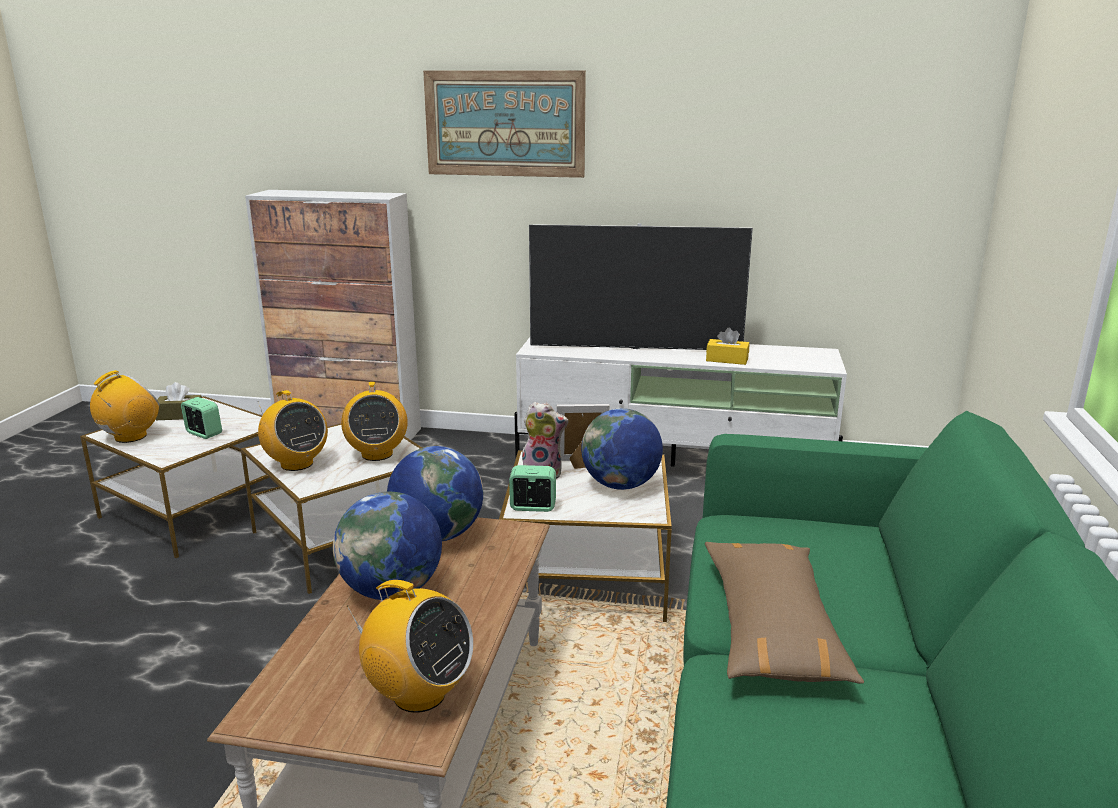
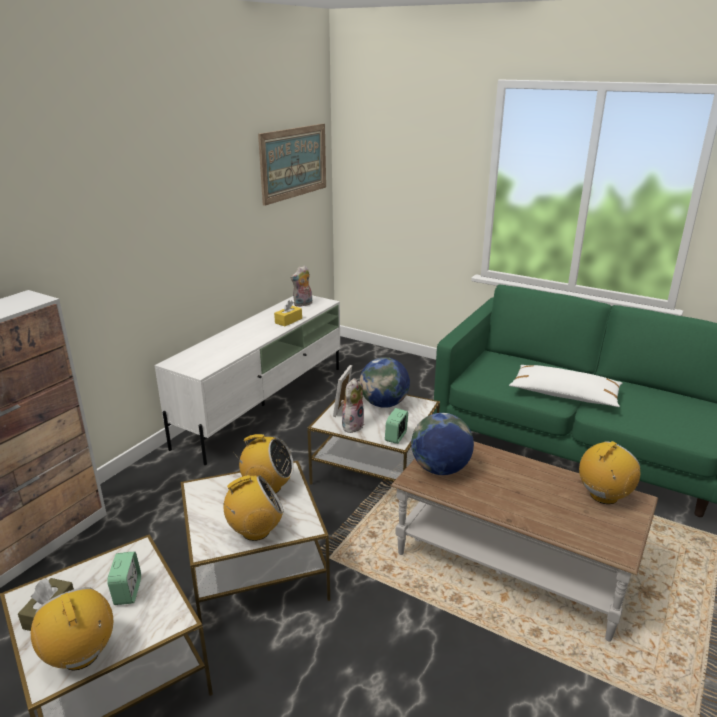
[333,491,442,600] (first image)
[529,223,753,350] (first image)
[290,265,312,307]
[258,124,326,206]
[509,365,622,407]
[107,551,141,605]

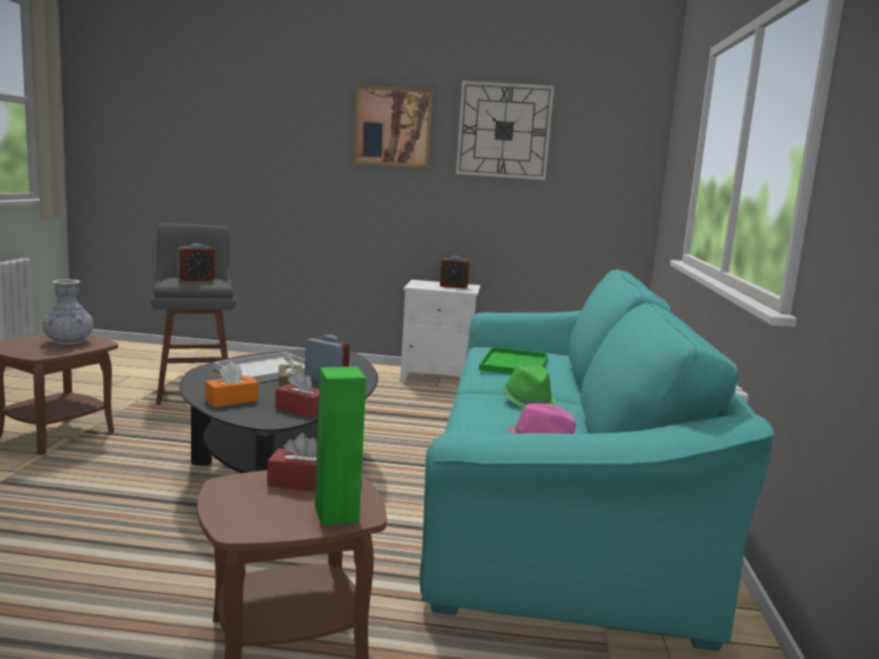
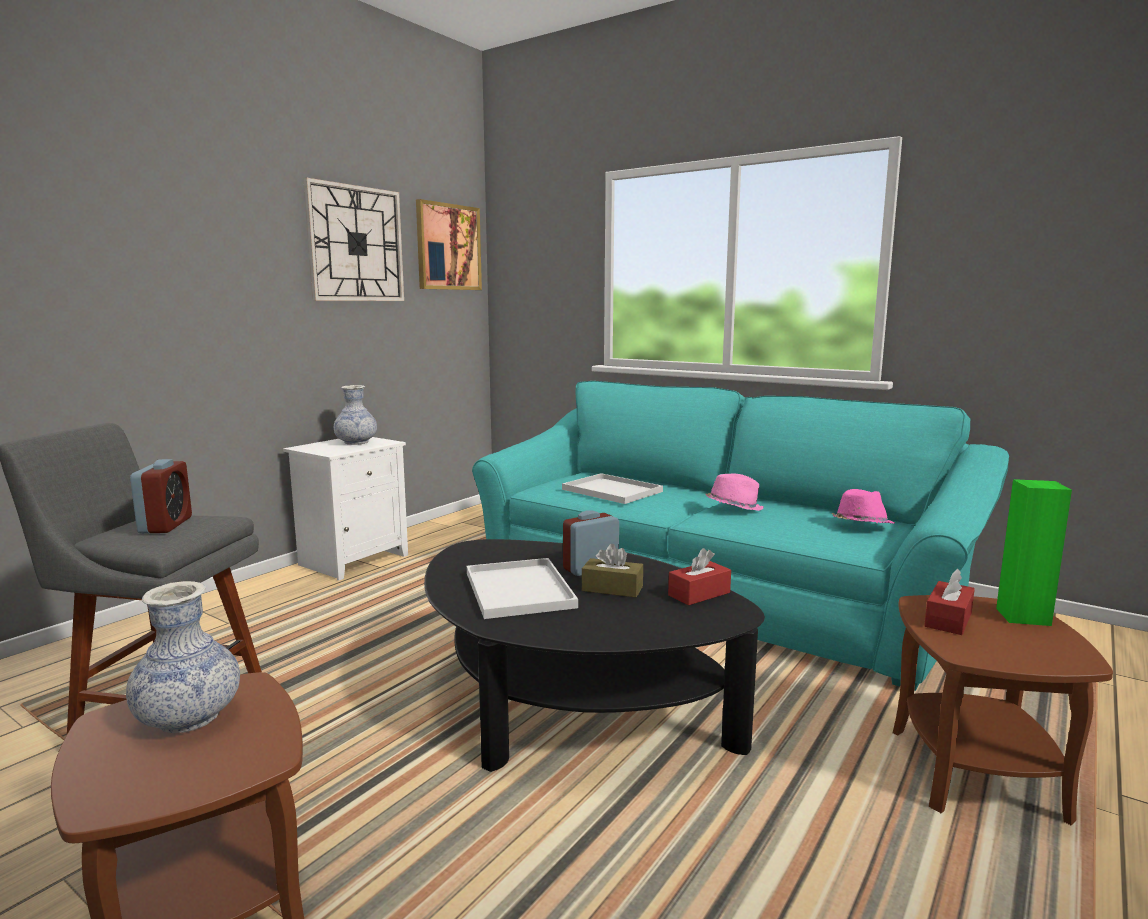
[205,362,259,407] (first image)
[416,199,482,290]
[334,385,377,445]
[562,473,663,504]
[706,473,764,511]

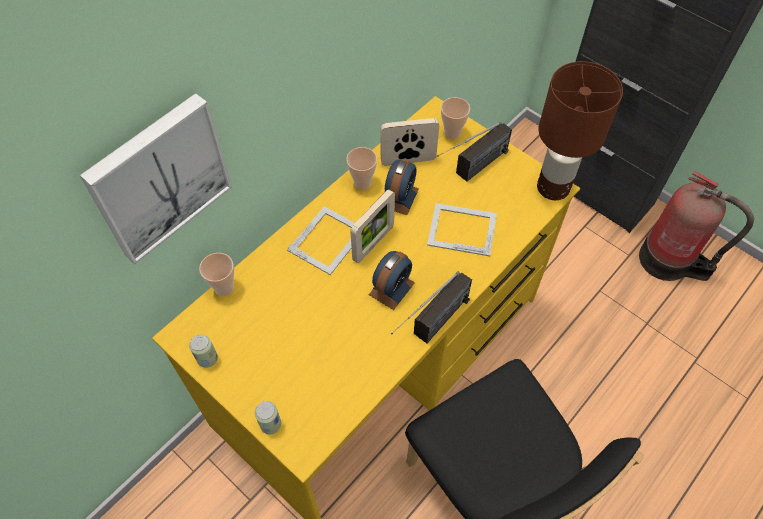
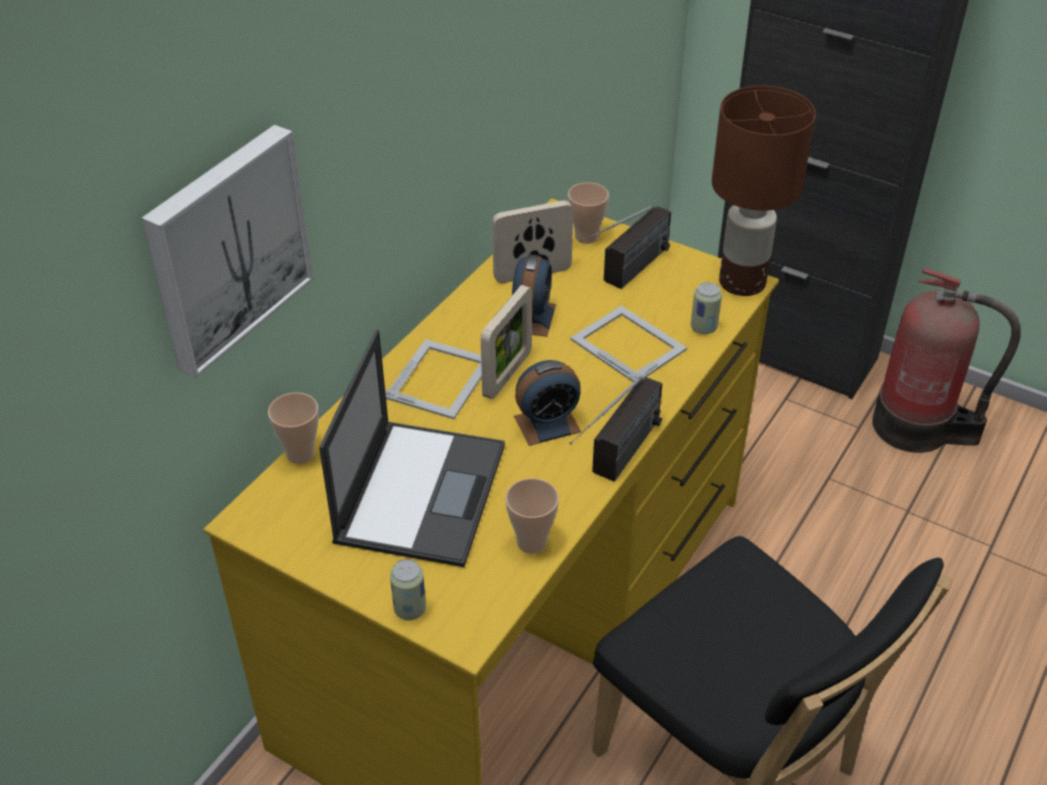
[319,329,505,567]
[691,282,722,334]
[505,478,559,553]
[514,360,581,446]
[570,305,687,382]

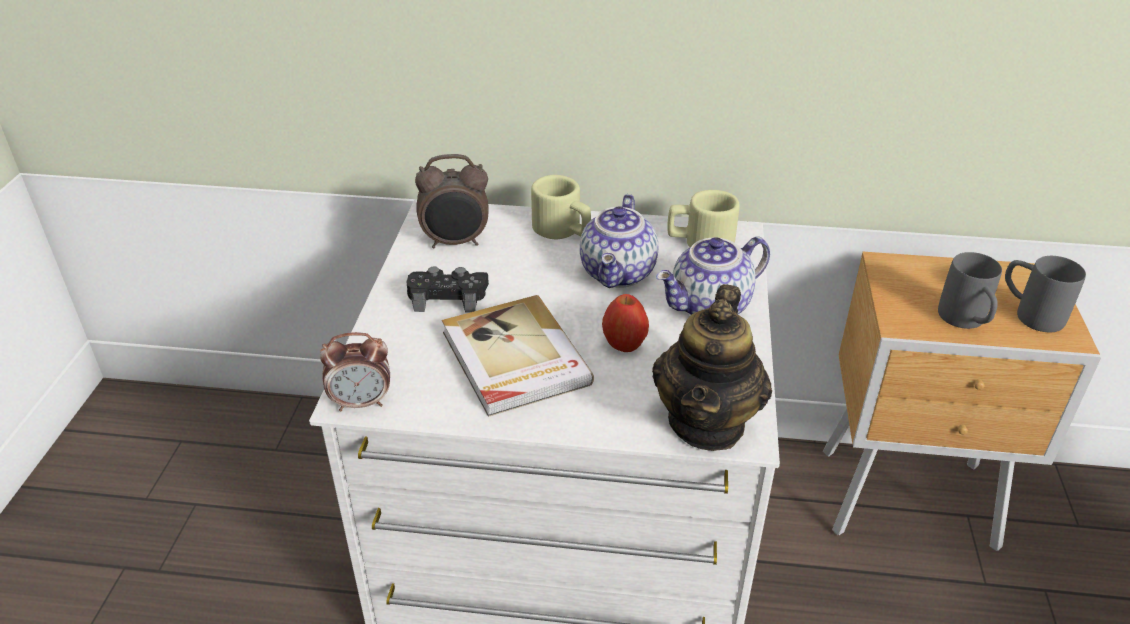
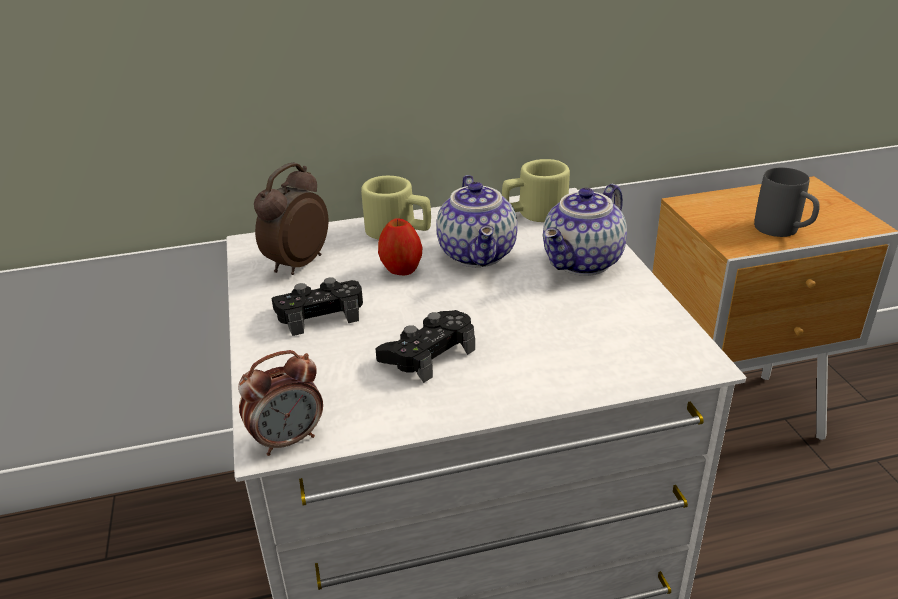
[652,284,772,451] (first image)
[1005,256,1086,332] (first image)
[378,218,422,276]
[375,310,475,383]
[254,163,328,275]

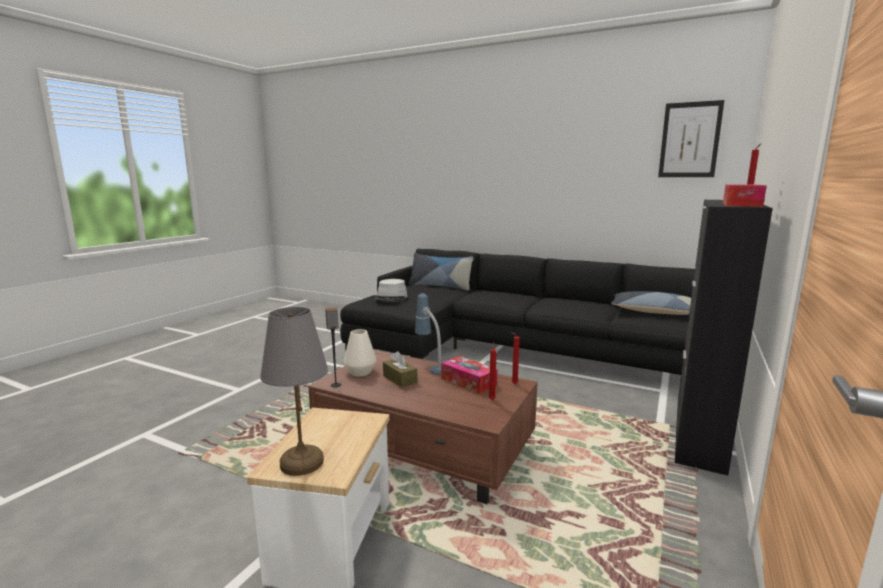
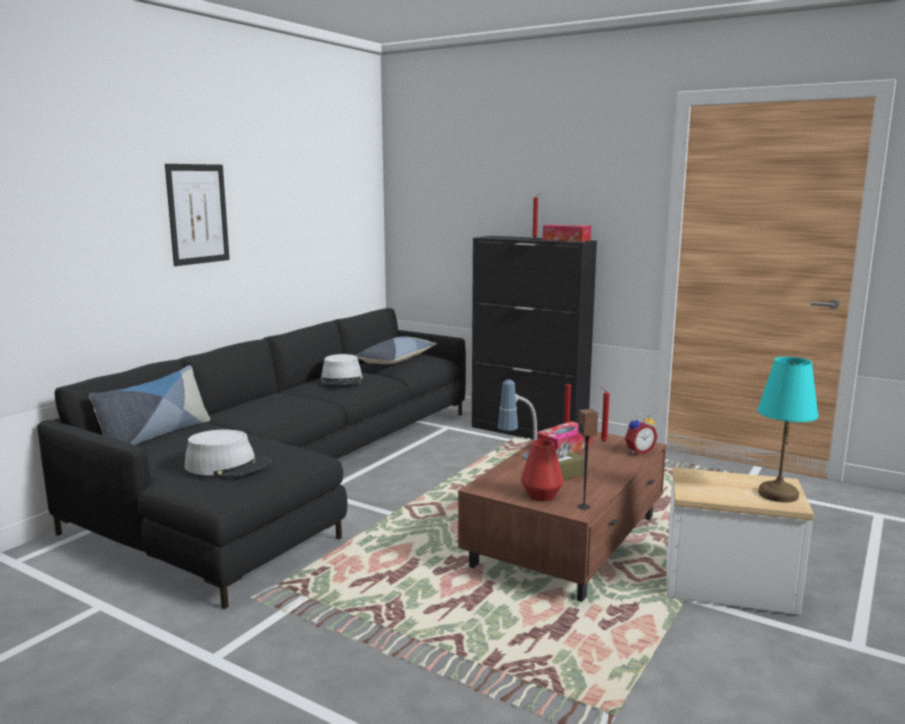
[321,354,363,385]
[625,412,657,454]
[165,164,230,266]
[757,357,818,503]
[521,439,564,501]

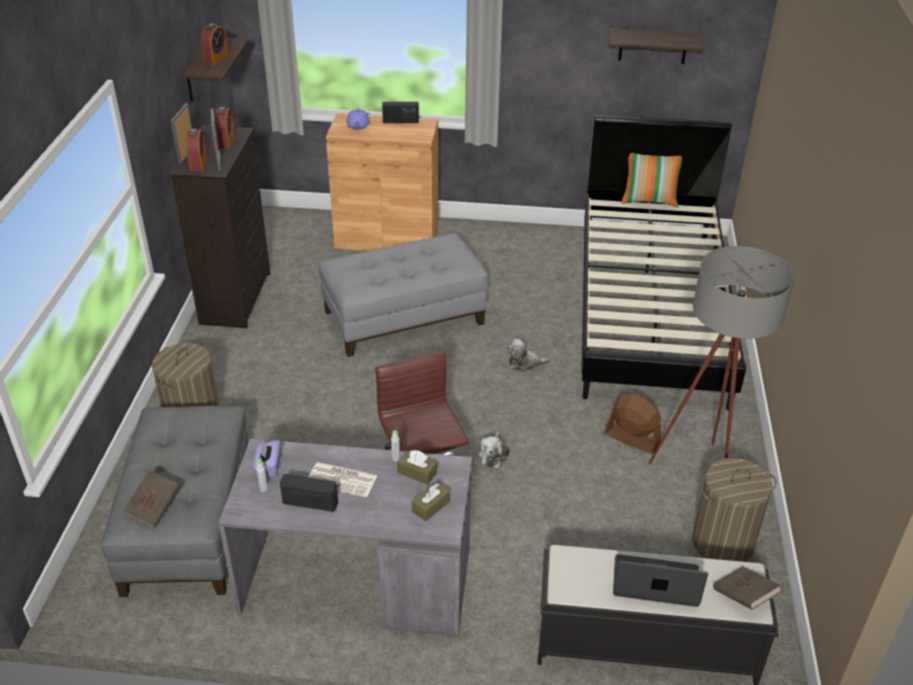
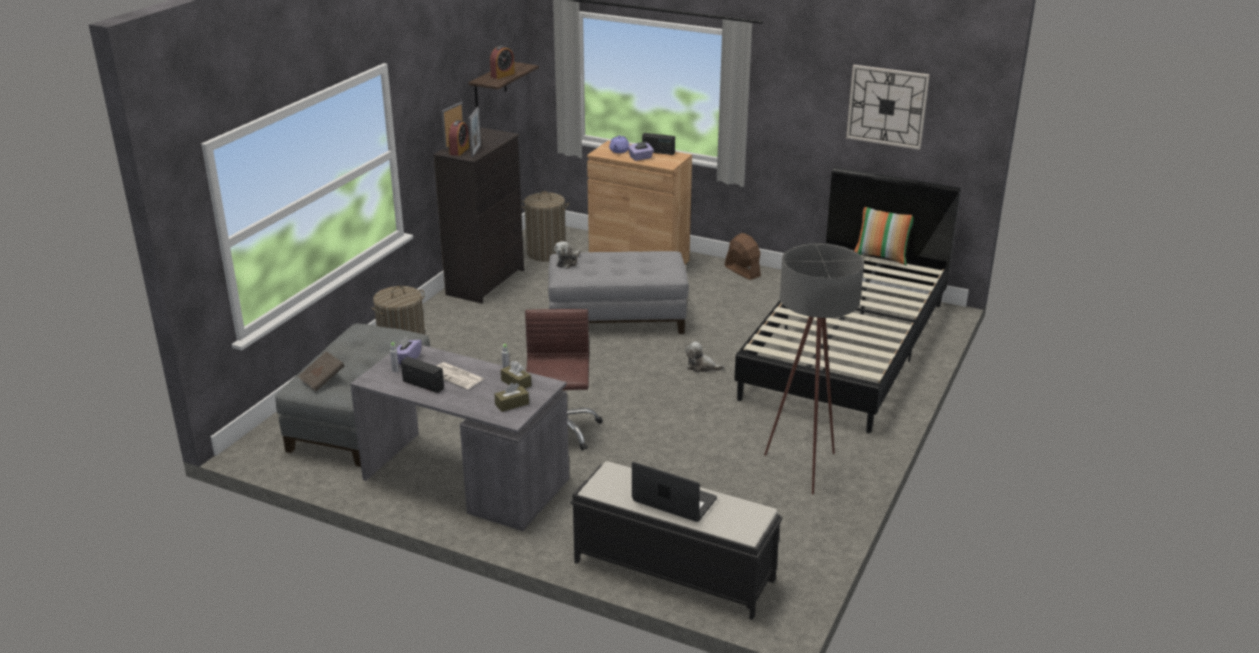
[214,107,235,148] (first image)
[713,566,781,610] (first image)
[628,142,654,161]
[554,241,580,269]
[725,233,761,280]
[521,191,569,262]
[846,65,930,150]

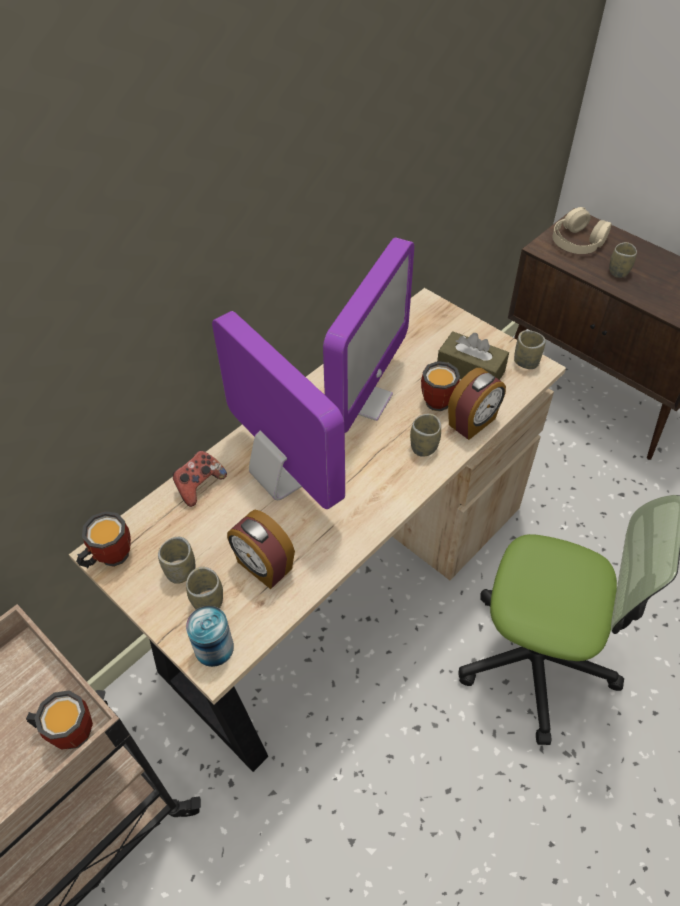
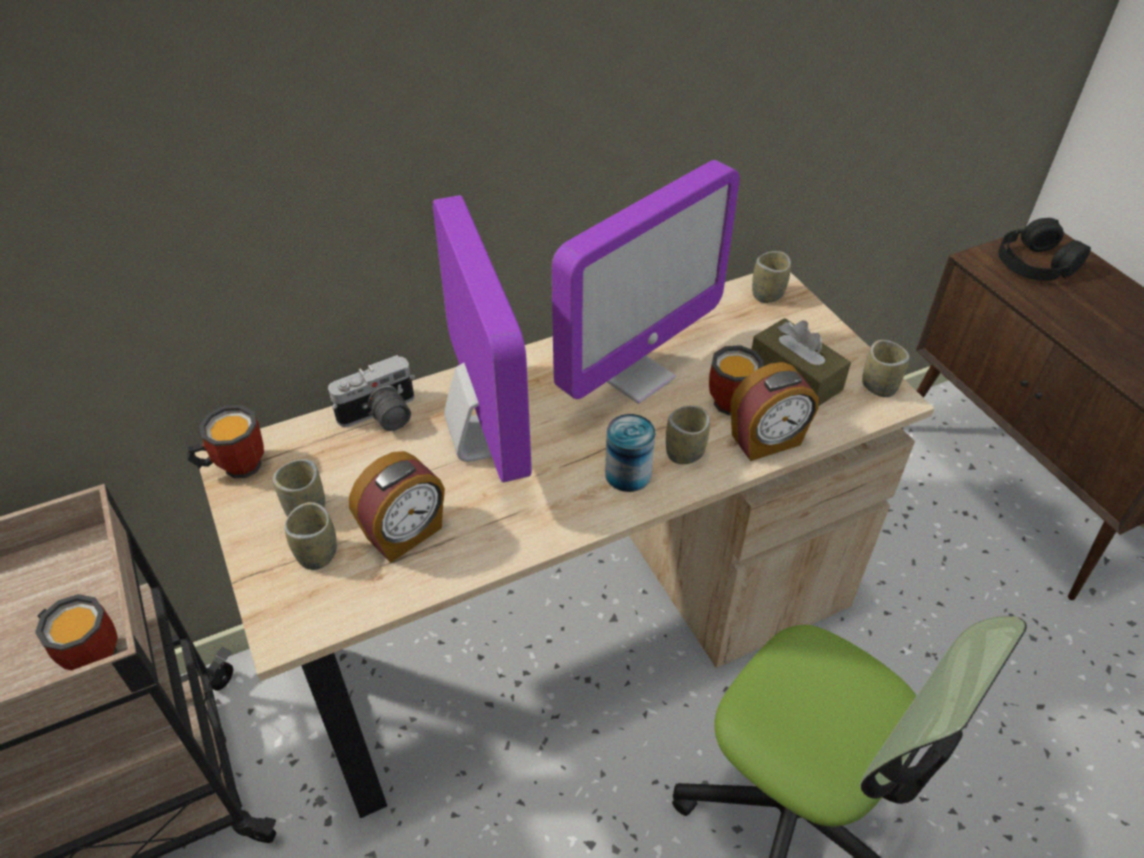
[605,414,655,492]
[752,251,791,303]
[328,355,415,431]
[998,218,1091,281]
[349,451,445,563]

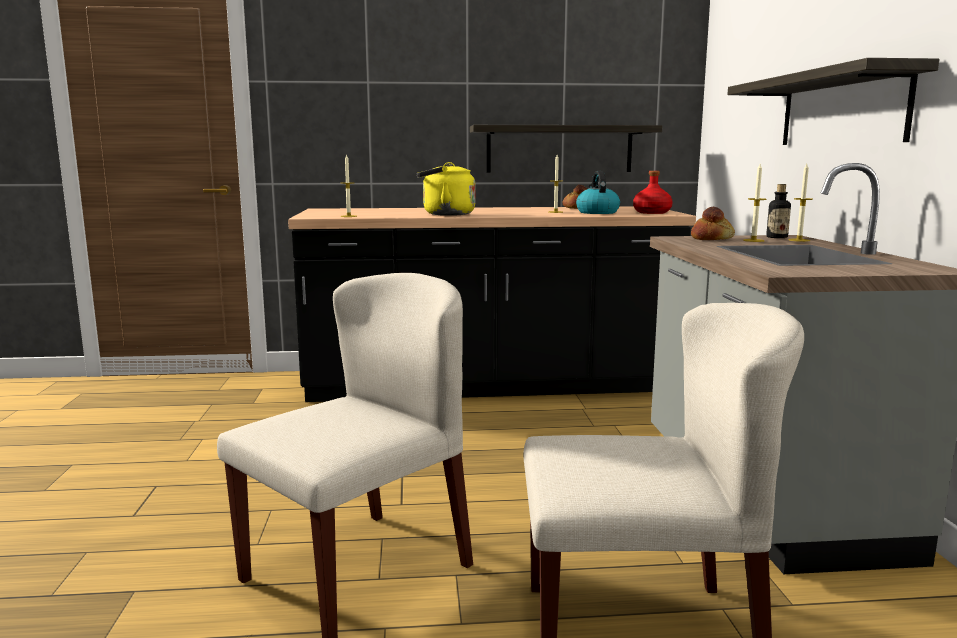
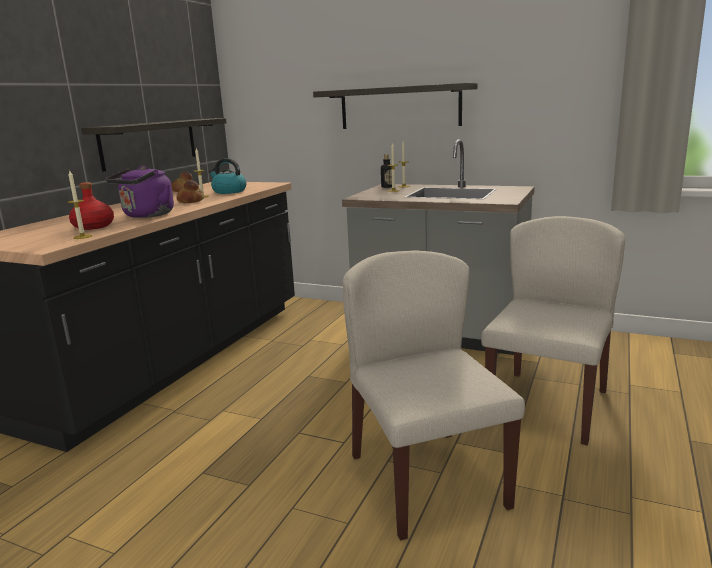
[69,182,114,230]
[177,180,204,203]
[106,166,174,218]

